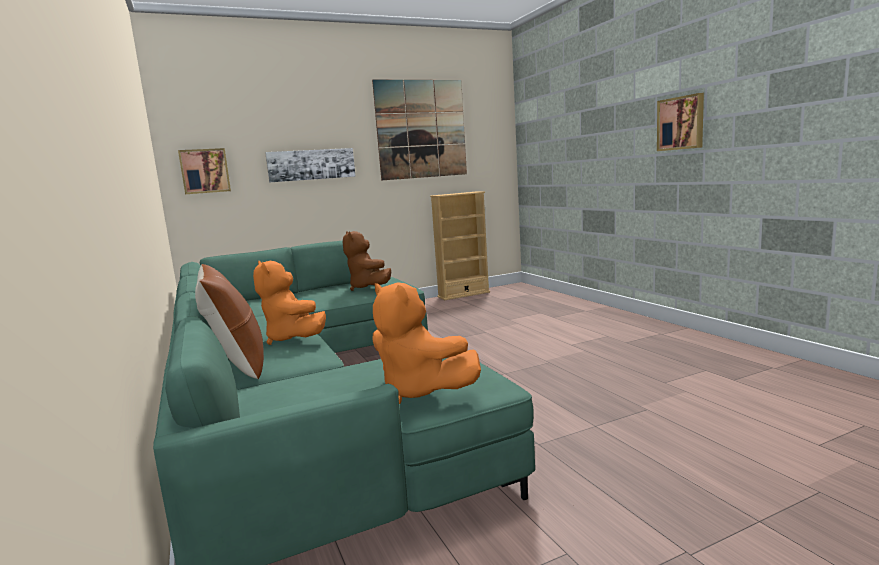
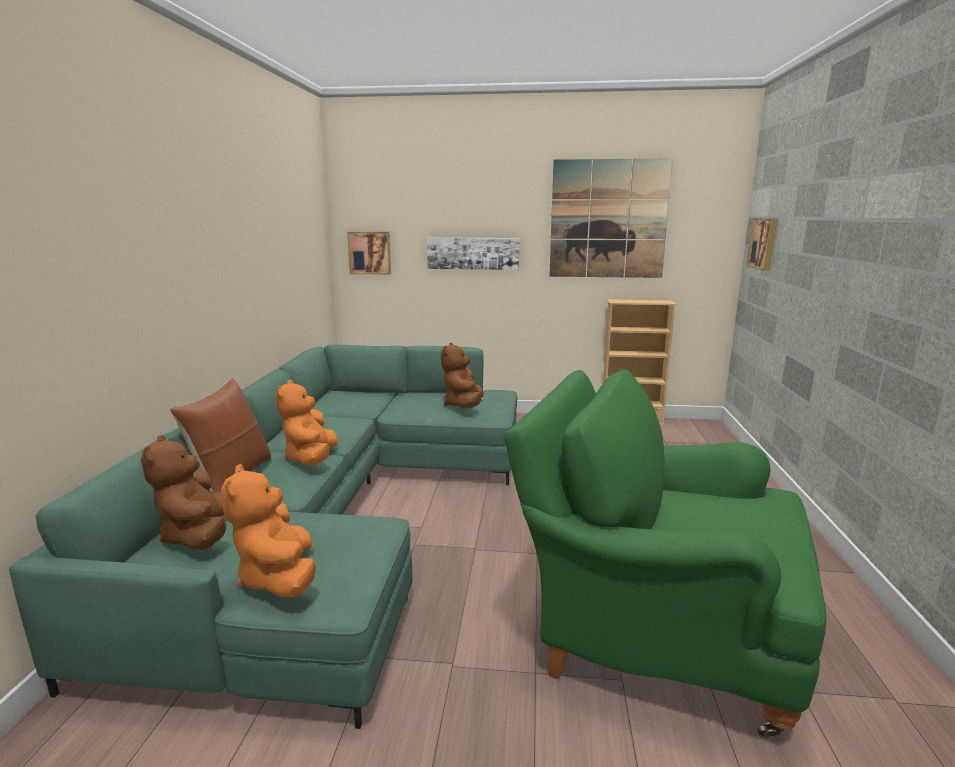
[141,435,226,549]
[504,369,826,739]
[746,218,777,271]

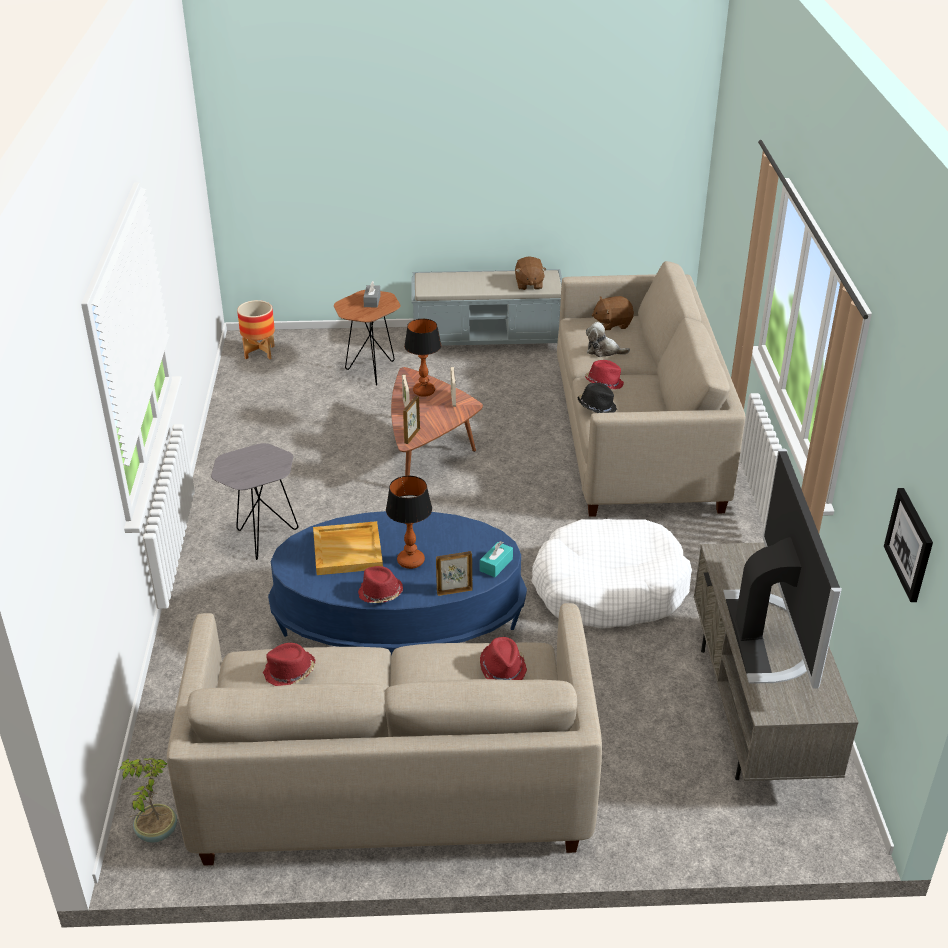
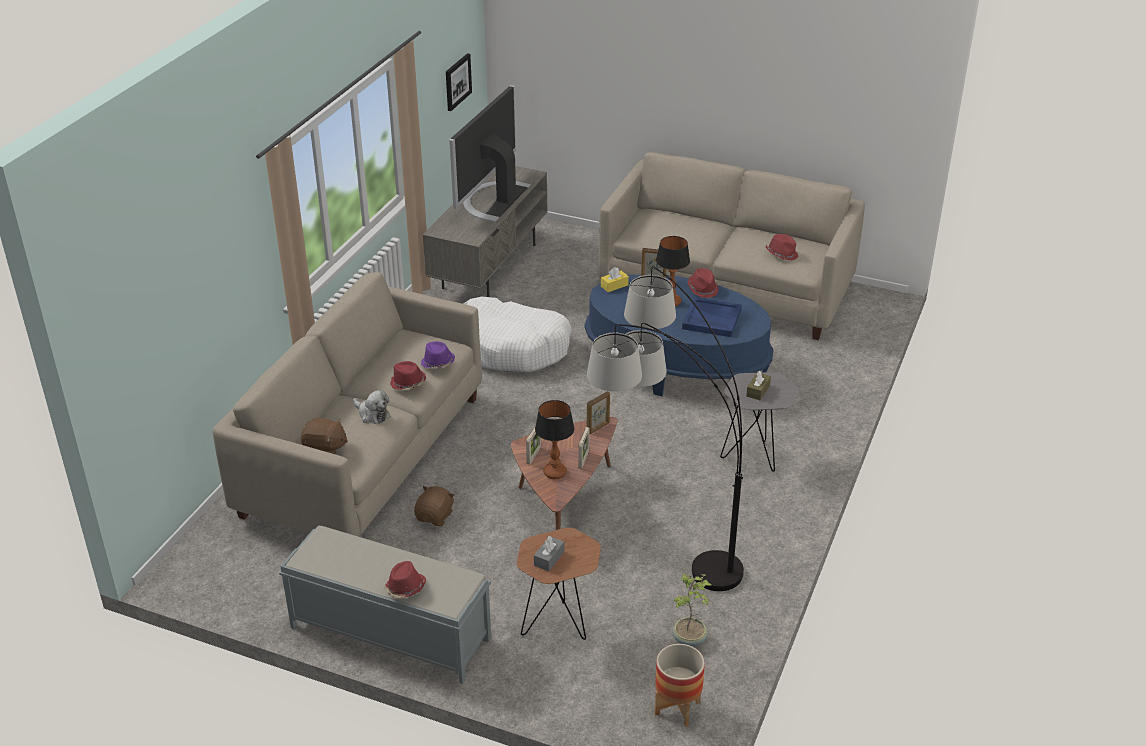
[587,266,744,591]
[746,371,771,400]
[673,573,711,647]
[384,561,426,598]
[414,486,455,526]
[682,297,742,337]
[601,267,629,292]
[421,341,455,369]

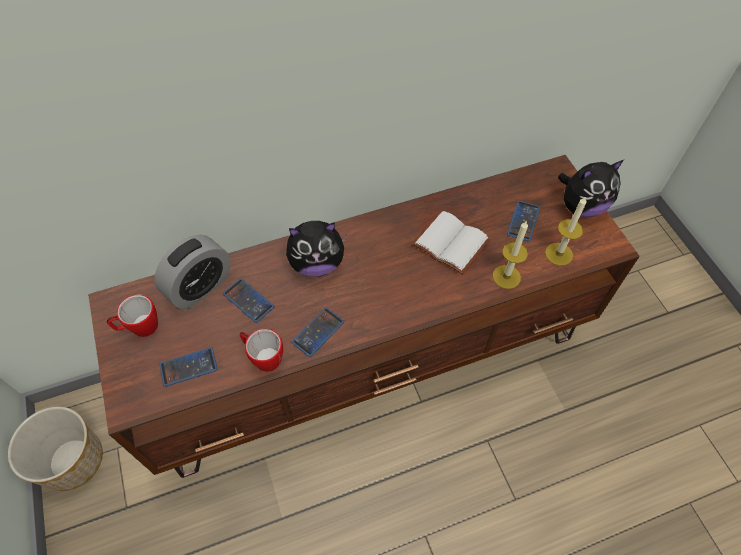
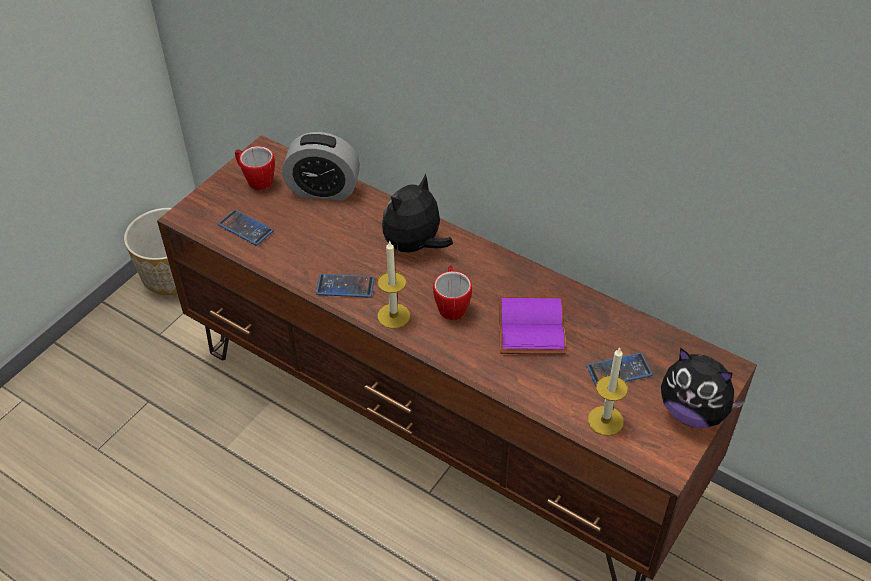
[223,278,274,323] (first image)
[433,265,472,320]
[378,240,410,329]
[498,297,567,354]
[382,173,453,255]

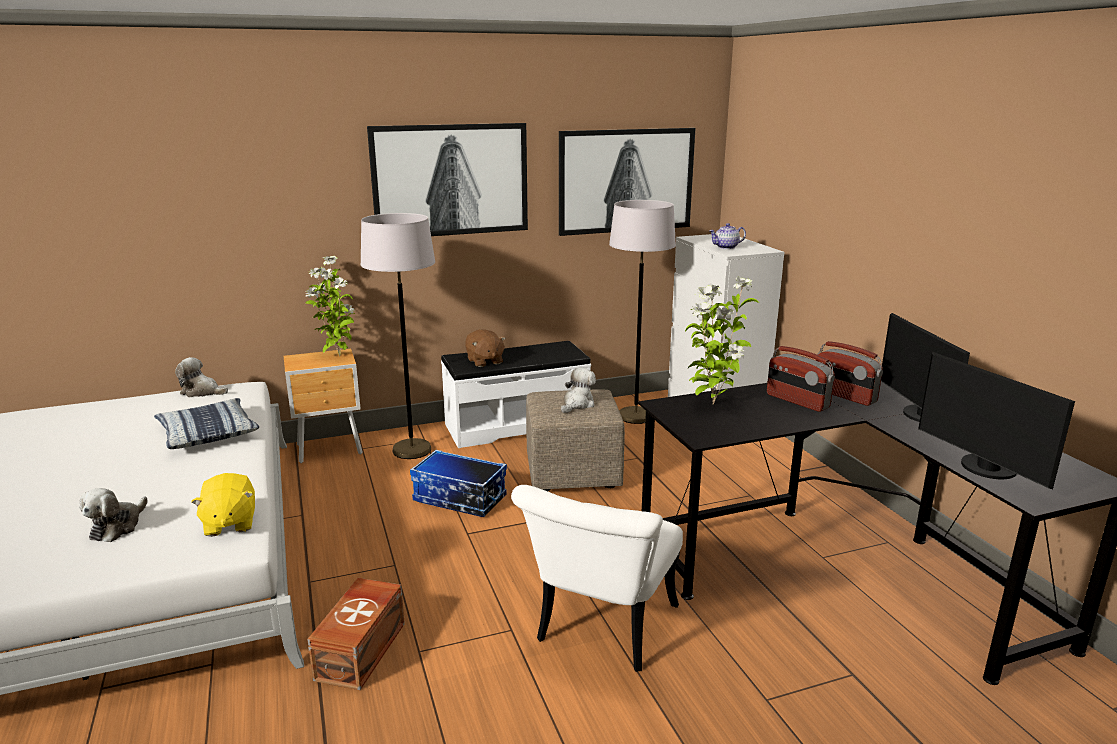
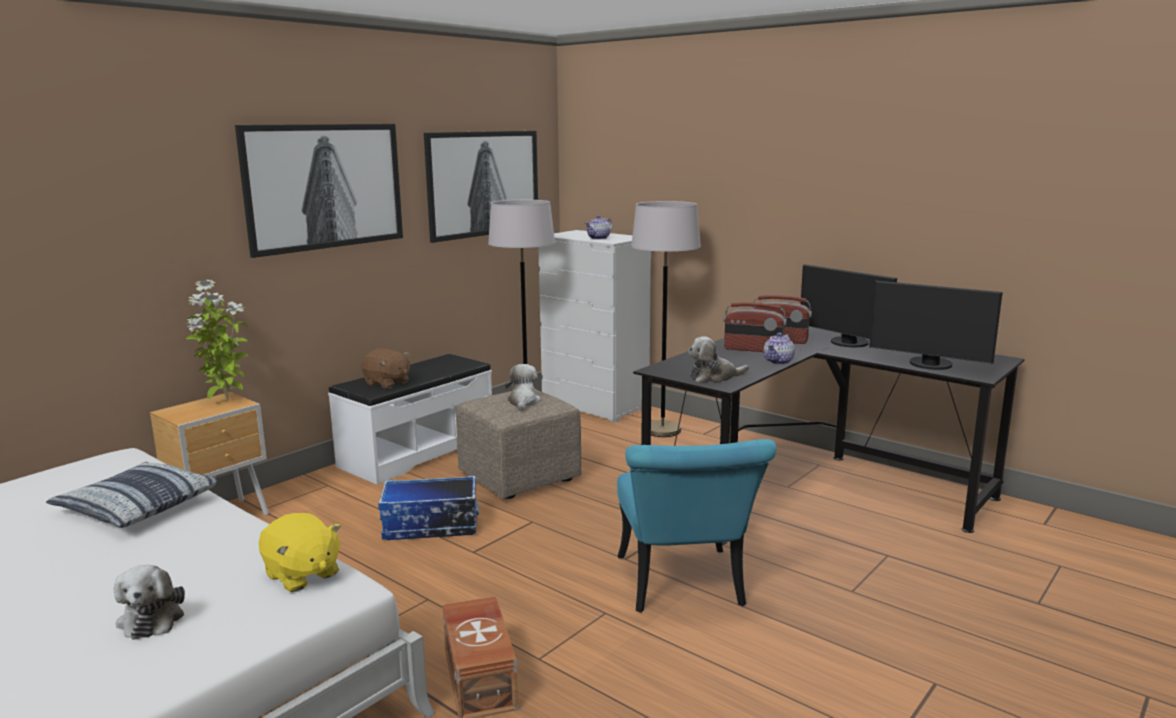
[685,276,759,405] (first image)
[763,333,795,365]
[688,336,749,383]
[631,201,701,437]
[617,439,777,613]

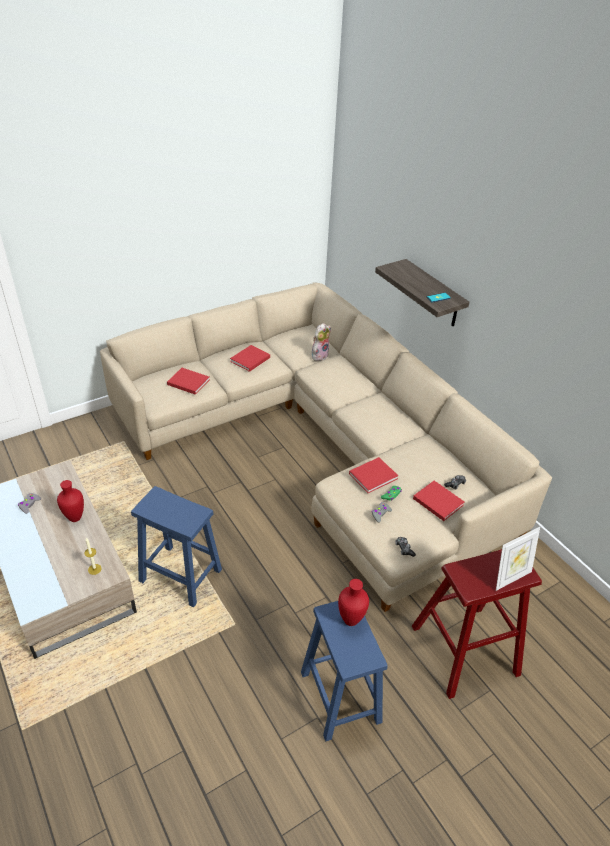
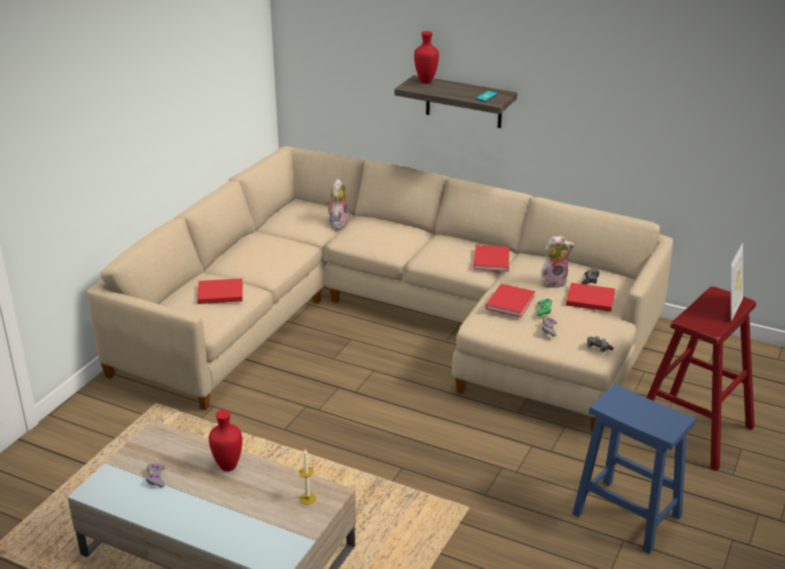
[131,486,222,607] (first image)
[540,235,575,288]
[474,245,510,272]
[414,31,439,83]

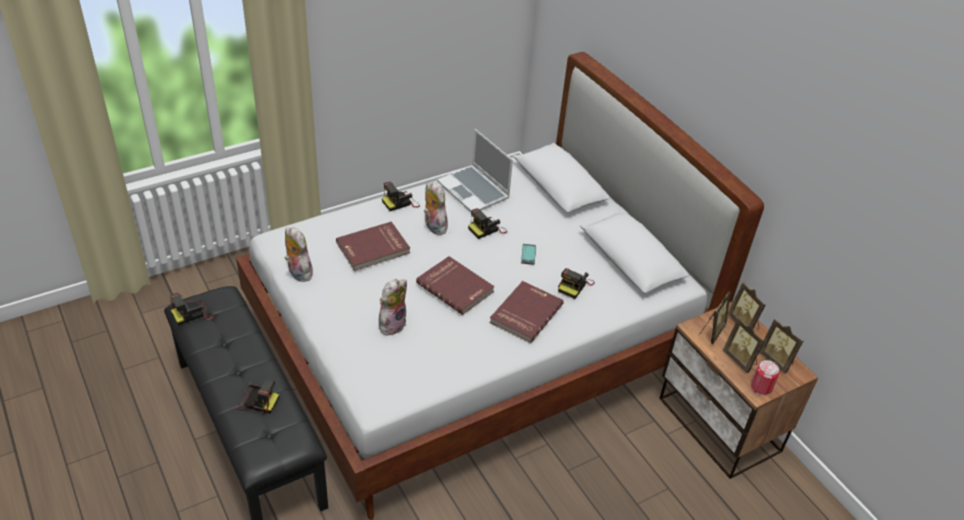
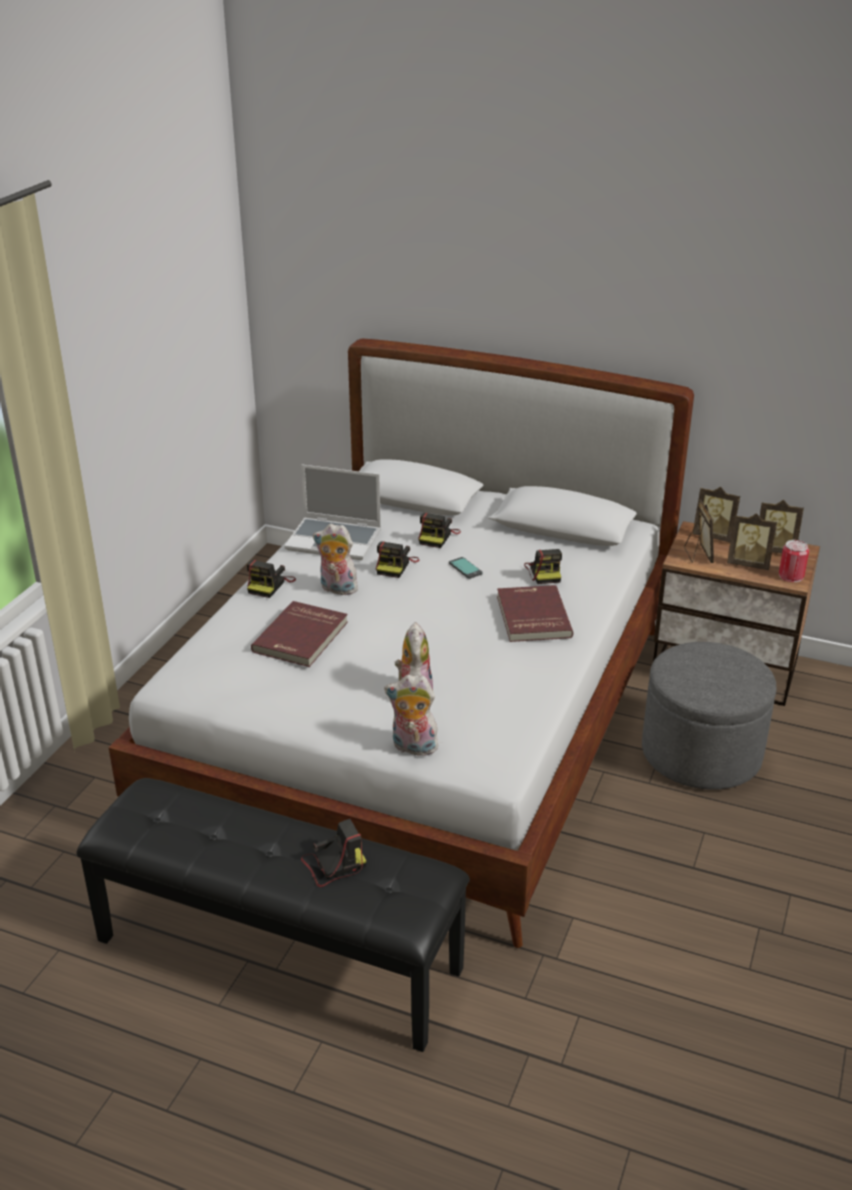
[416,256,494,315] (first image)
[642,642,777,790]
[418,513,461,548]
[384,675,438,756]

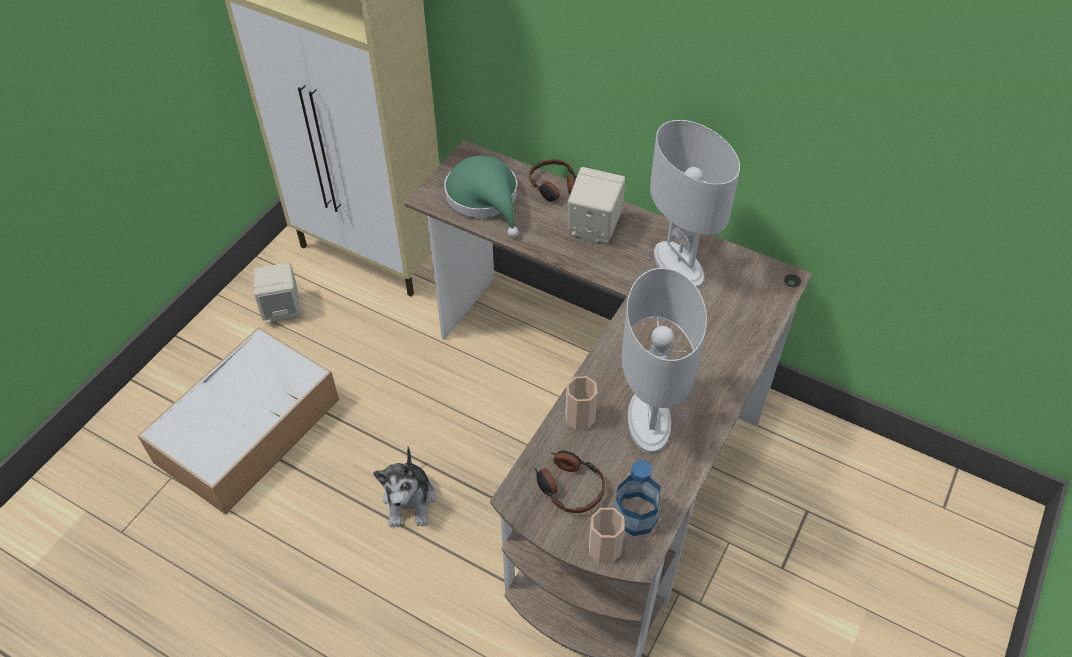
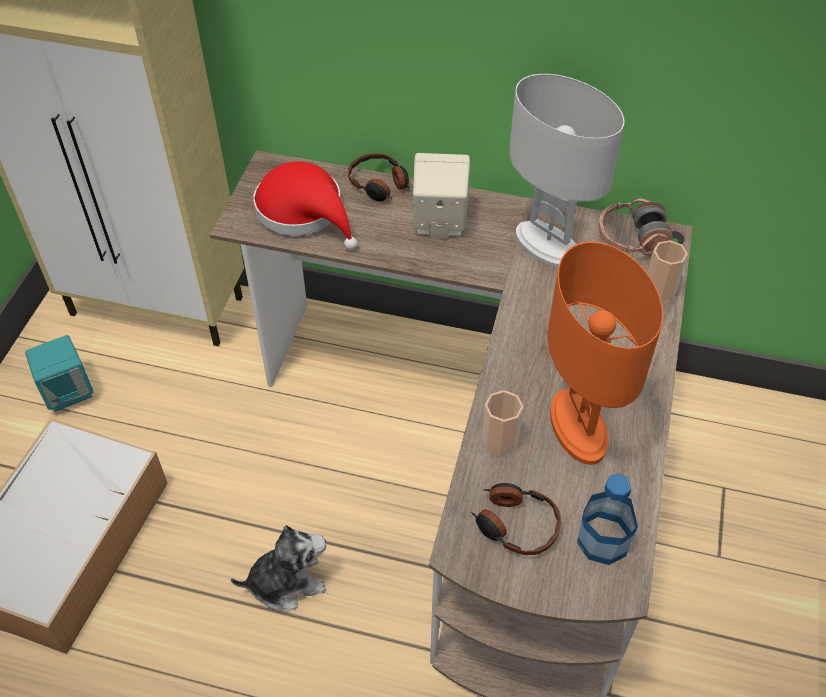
[598,199,673,255]
[647,240,688,301]
[25,335,93,412]
[253,161,358,250]
[548,242,663,465]
[231,525,326,611]

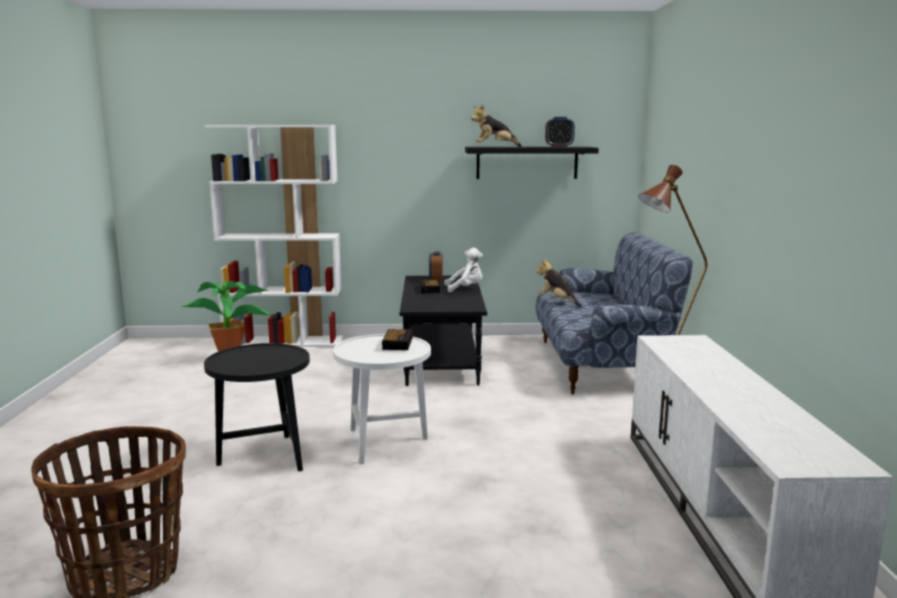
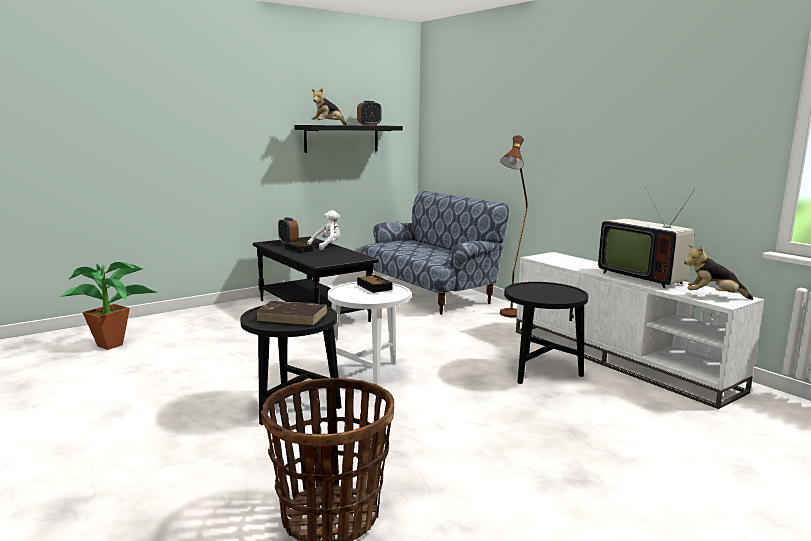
[205,125,343,347] (first image)
[255,301,328,325]
[504,282,588,384]
[598,188,696,288]
[684,245,753,300]

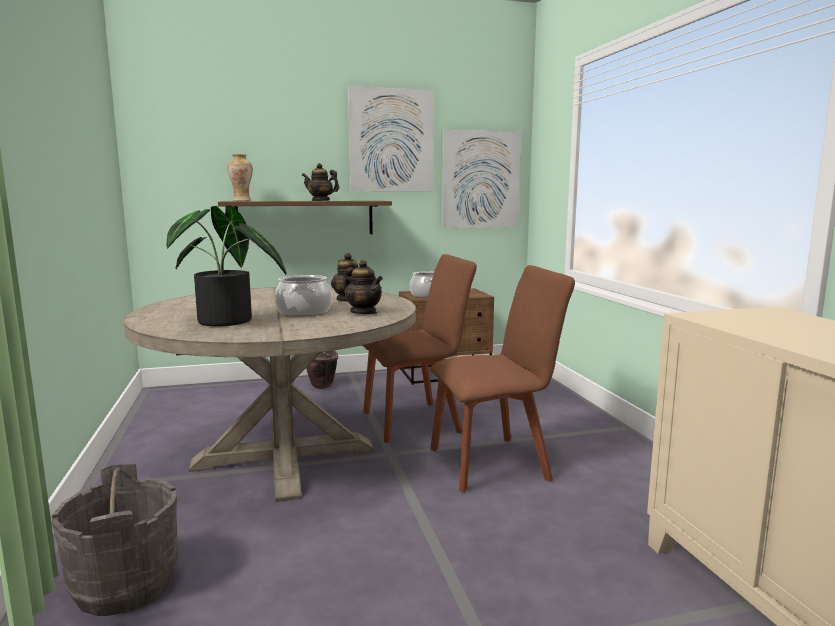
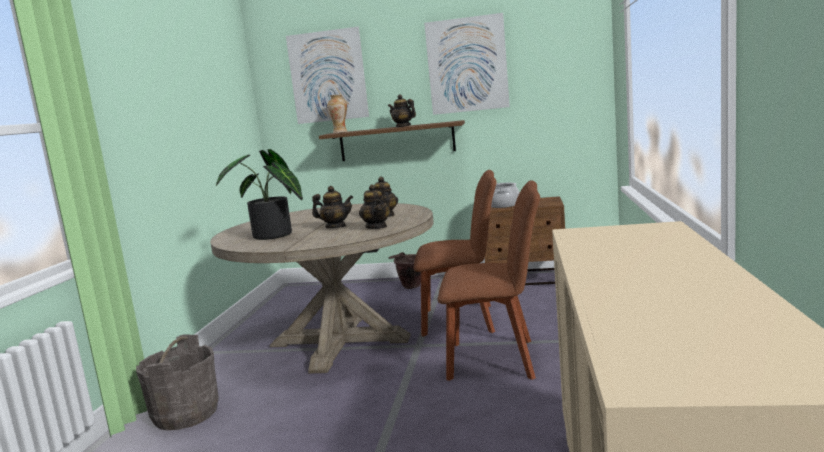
[286,27,369,124]
[312,186,353,228]

